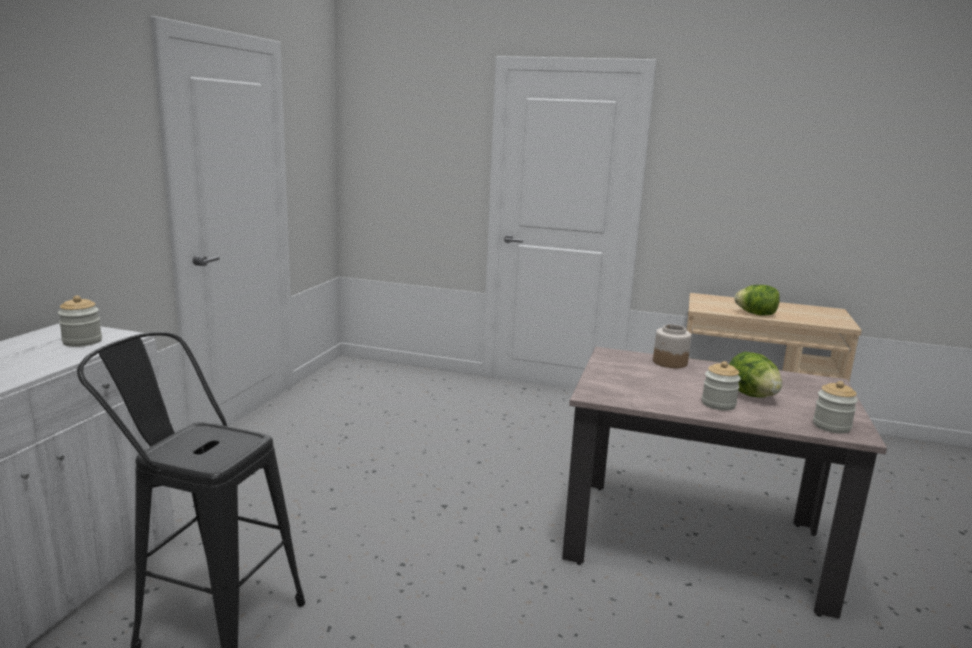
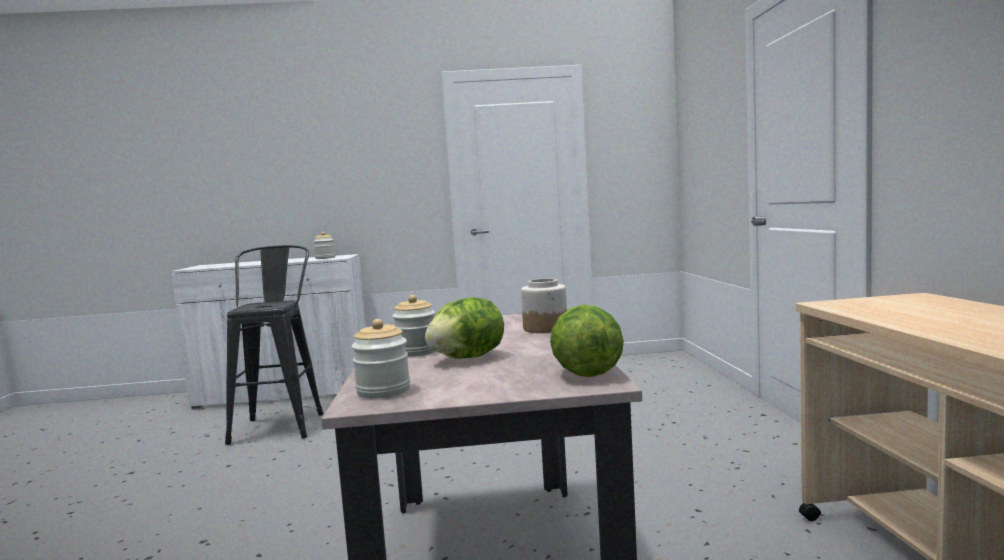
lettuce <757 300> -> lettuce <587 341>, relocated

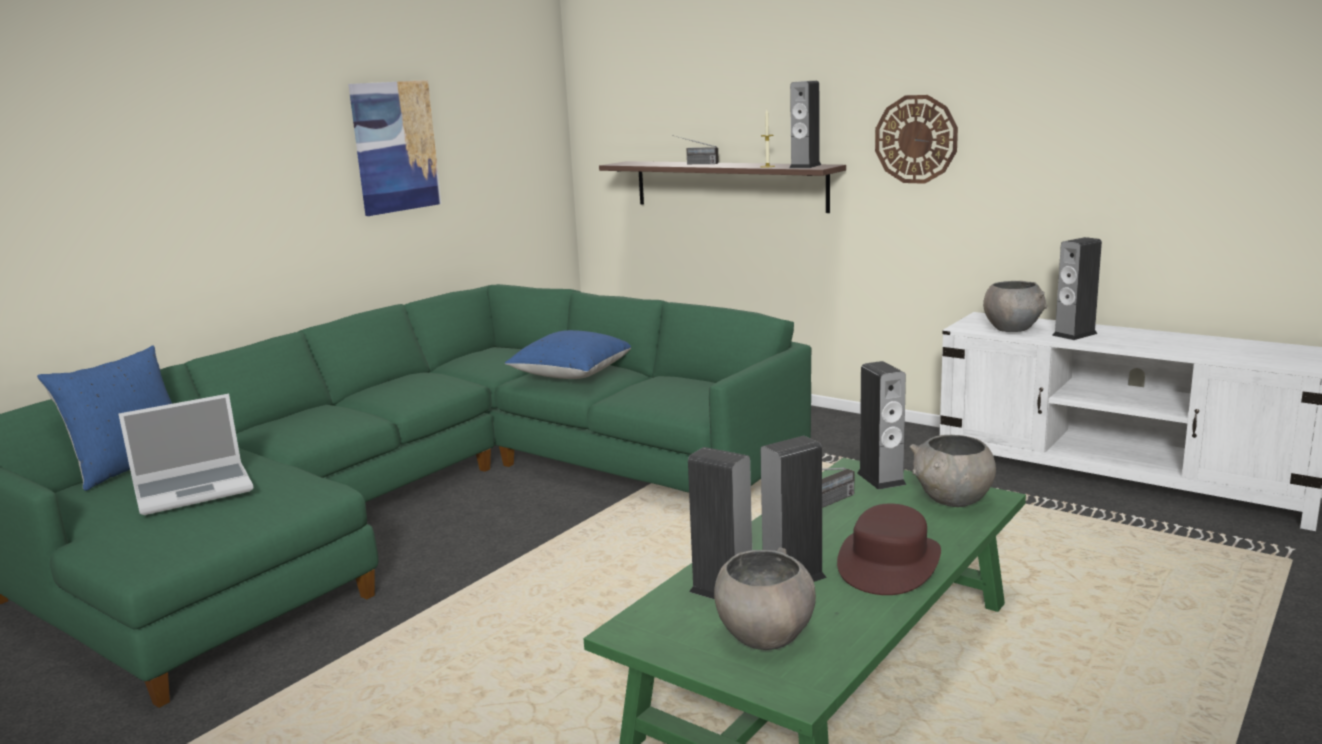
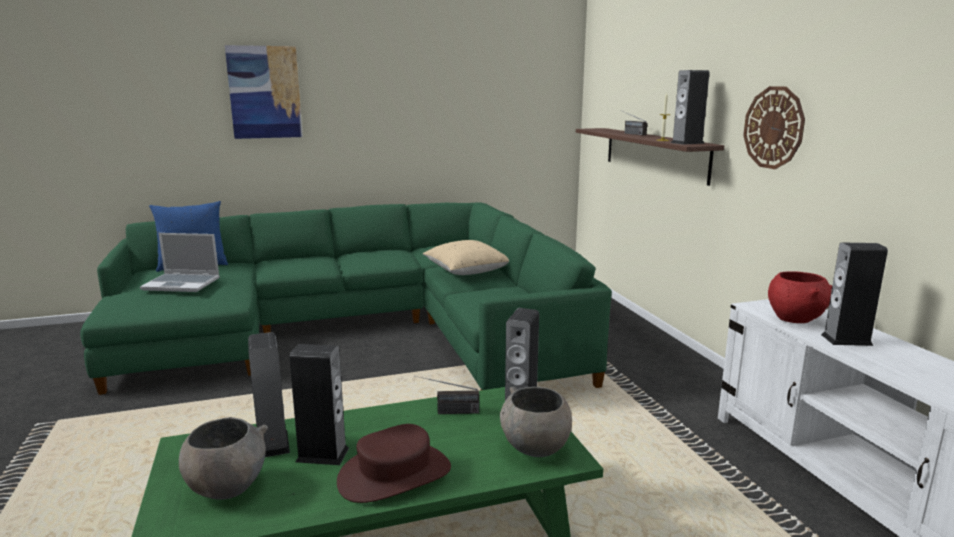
wall picture <394 148> -> wall picture <264 92>, relocated
gray serving bowl <1015 306> -> red-coloured serving bowl <800 297>
blue pillow <568 354> -> beige-coloured pillow <466 257>

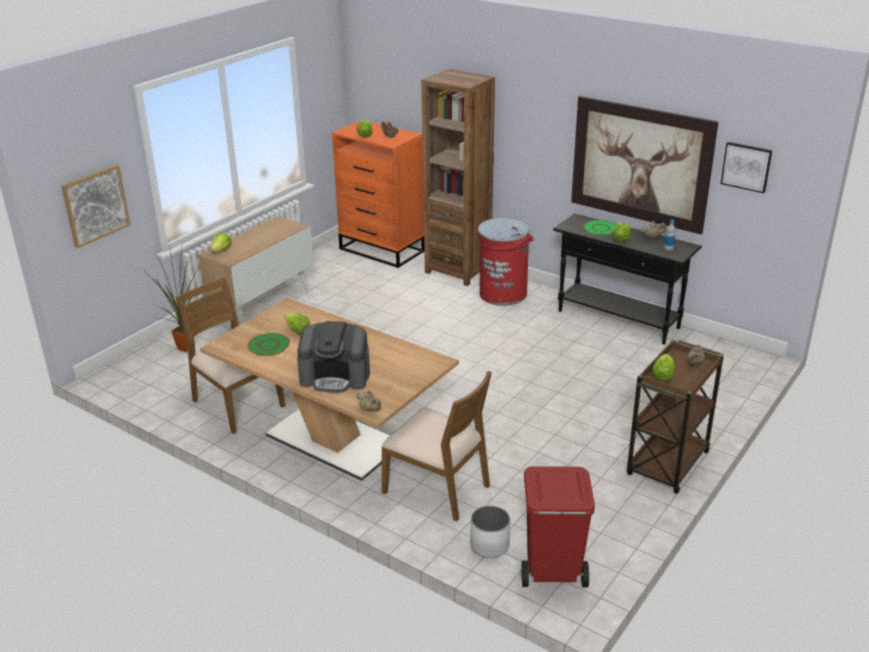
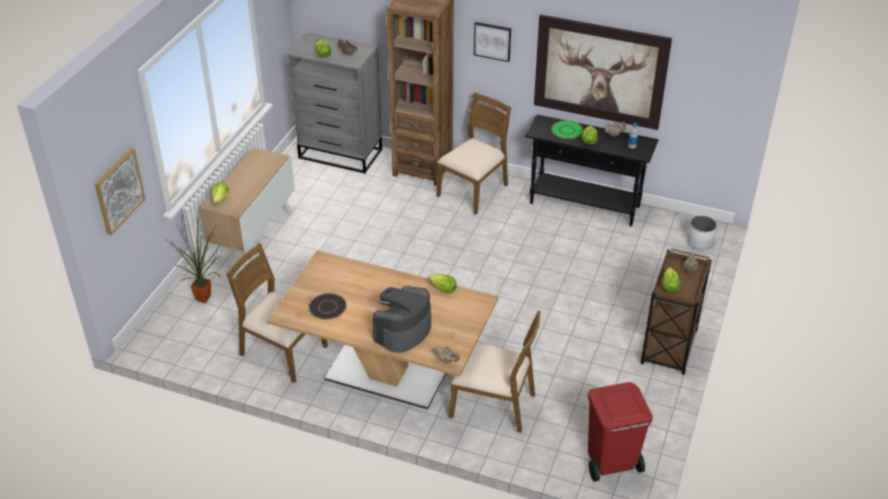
orange-coloured dresser <378 194> -> gray dresser <335 103>
wall picture <746 167> -> wall picture <492 42>, relocated
red-coloured trash can <506 262> -> brown upright chair <473 153>
lettuce <297 323> -> lettuce <442 283>, relocated
coffee maker <333 356> -> coffee maker <401 319>, 135 degrees clockwise
greenish plate <268 344> -> blackish plate <328 306>
white-coloured plant pot <490 532> -> white-coloured plant pot <702 233>, relocated

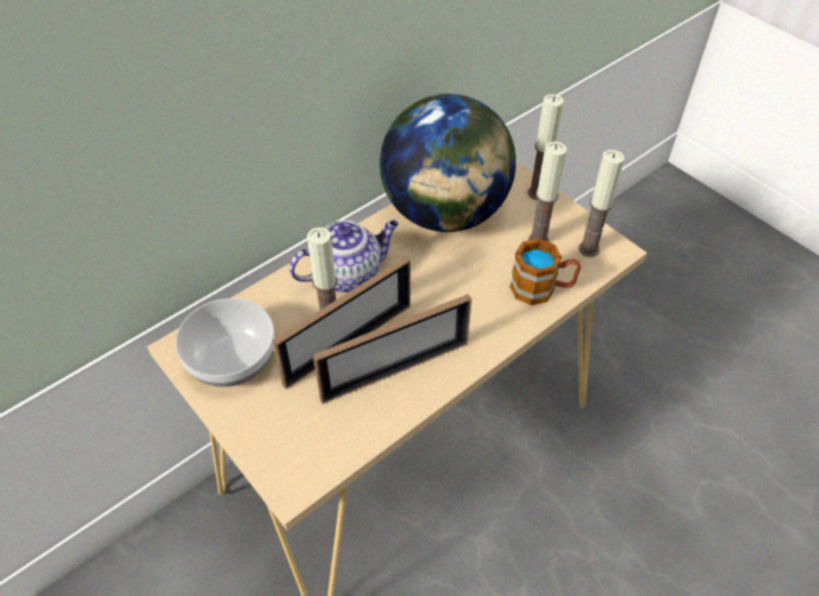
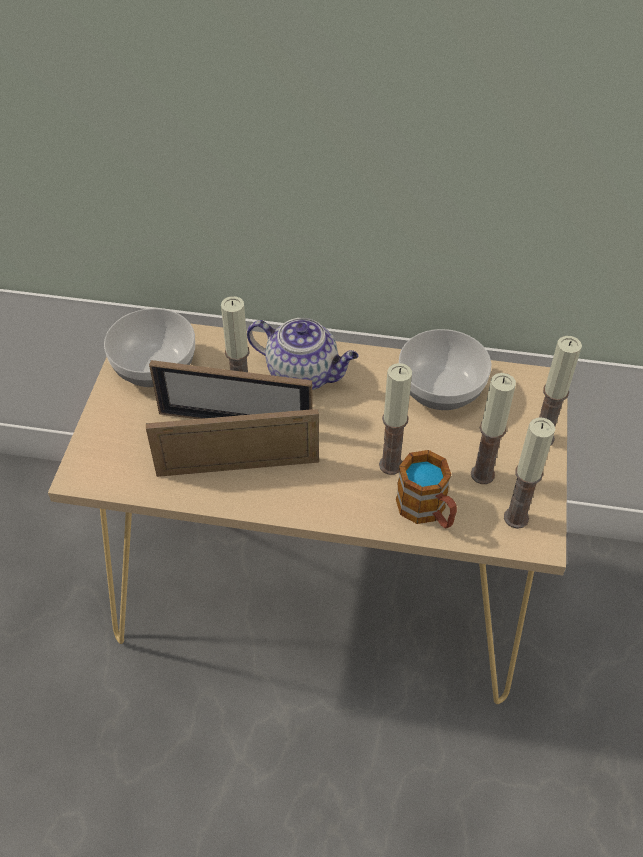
world globe <448 163> -> serving bowl <445 369>
picture frame <392 349> -> picture frame <232 443>, 150 degrees clockwise
none -> wax candle <395 419>

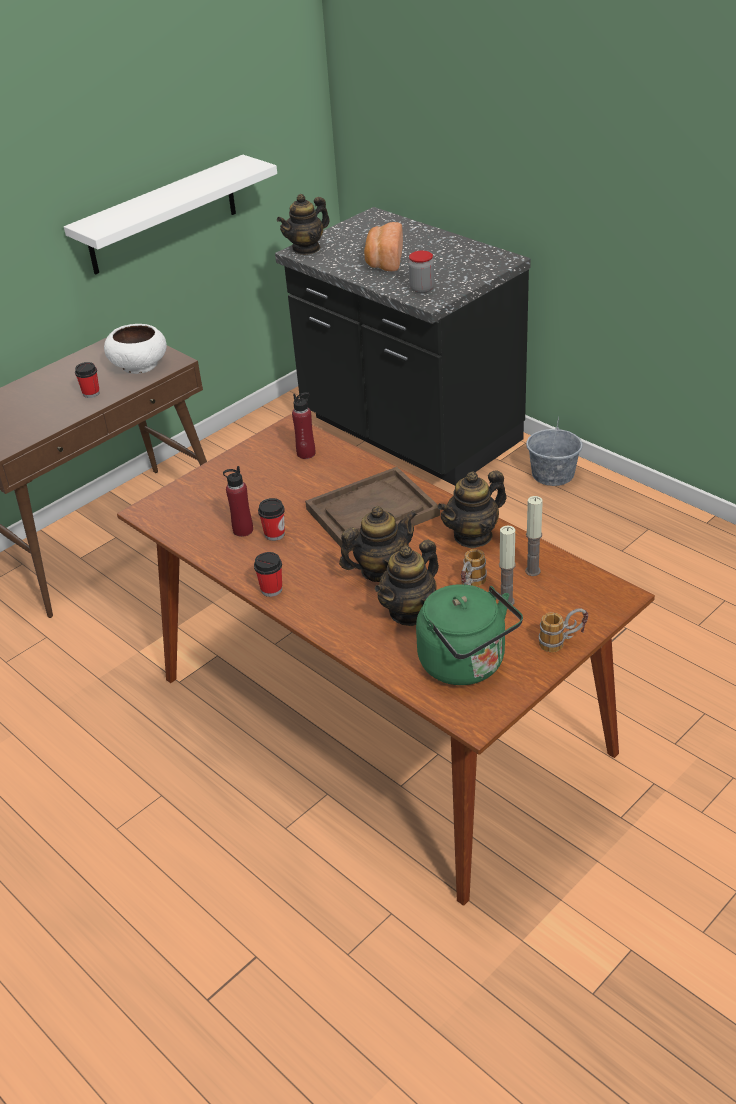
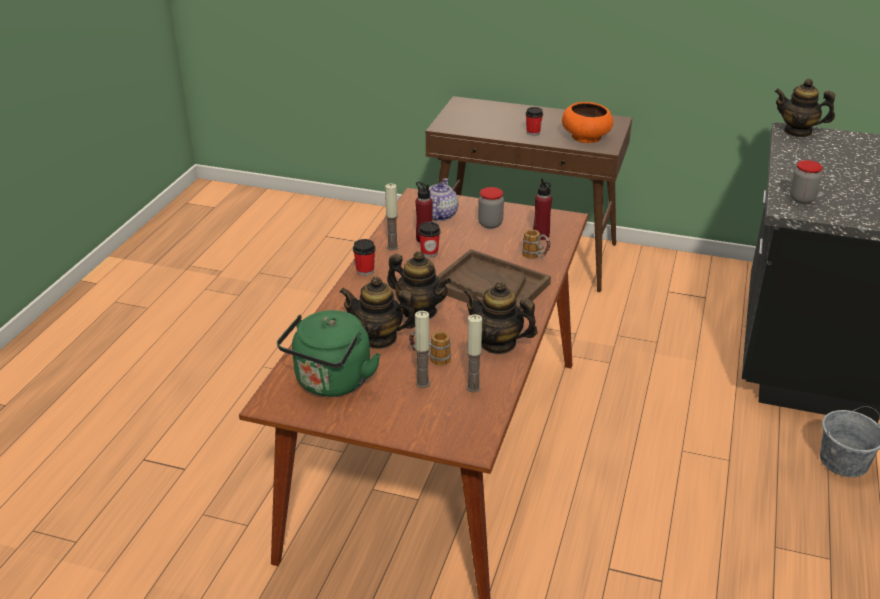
white-coloured shelf <170 215> -> none
bread <383 246> -> none
white-coloured serving bowl <135 349> -> orange-coloured serving bowl <587 122>
coffee mug <563 630> -> coffee mug <536 244>, relocated
none -> pot for tea <443 199>
none -> wax candle <392 216>
none -> jar <491 208>

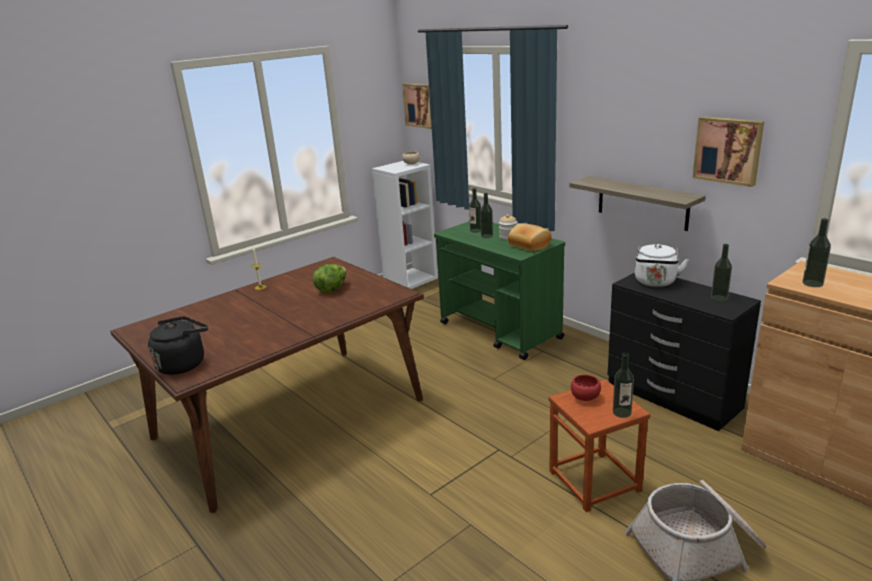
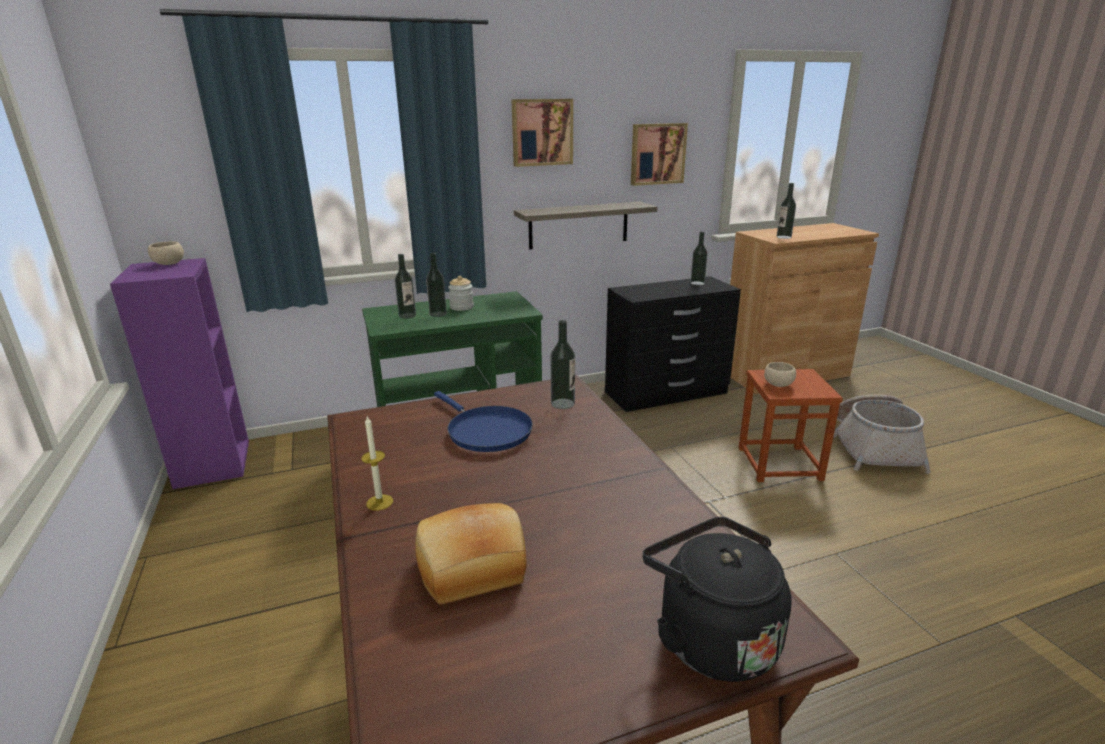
wall picture <417 106> -> wall picture <542 133>, relocated
white-coloured bookshelf <405 225> -> purple-coloured bookshelf <179 373>
bread <530 237> -> bread <470 553>, relocated
white-coloured kettle <662 265> -> none
lettuce <329 278> -> blue pan <483 421>
beverage bottle <623 385> -> beverage bottle <562 364>, relocated
red-coloured serving bowl <586 388> -> beige-coloured serving bowl <780 374>

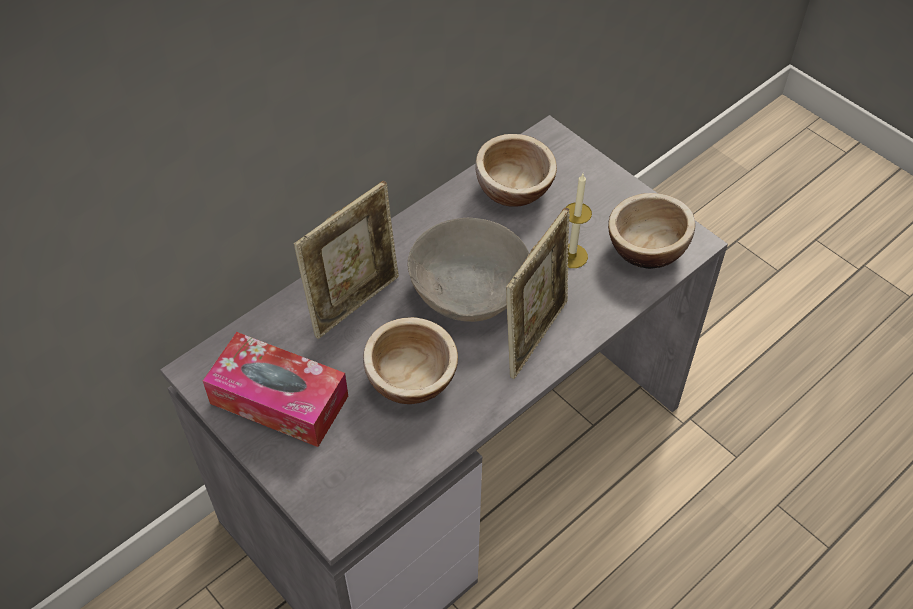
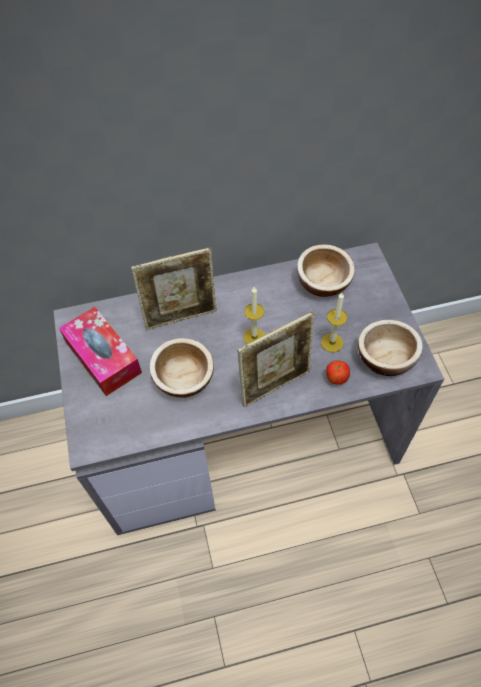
gray serving bowl <468 270> -> wax candle <254 315>
none -> whole apple <338 372>

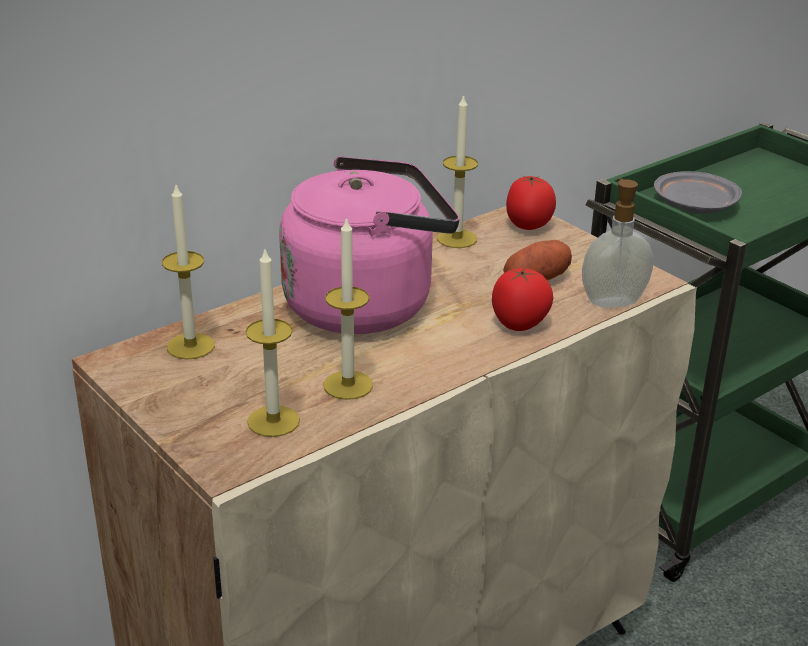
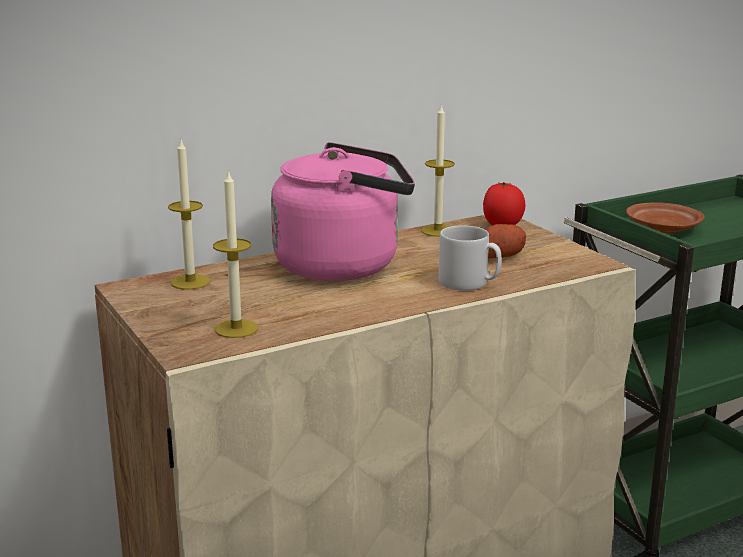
gray plate <698 192> -> brown plate <665 218>
soap dispenser <617 243> -> none
wax candle <348 308> -> none
tomato <523 299> -> gray coffee mug <470 258>

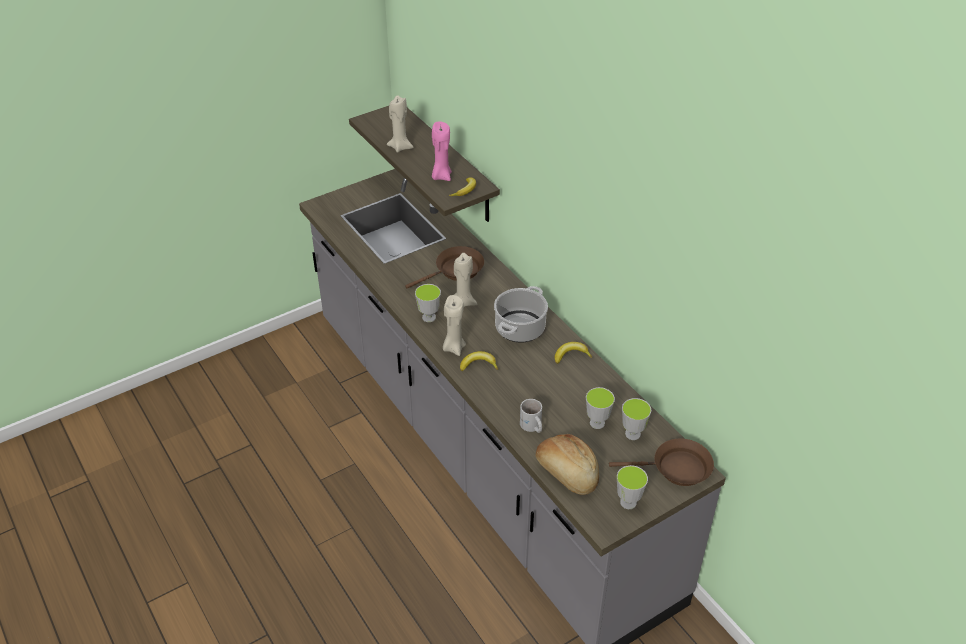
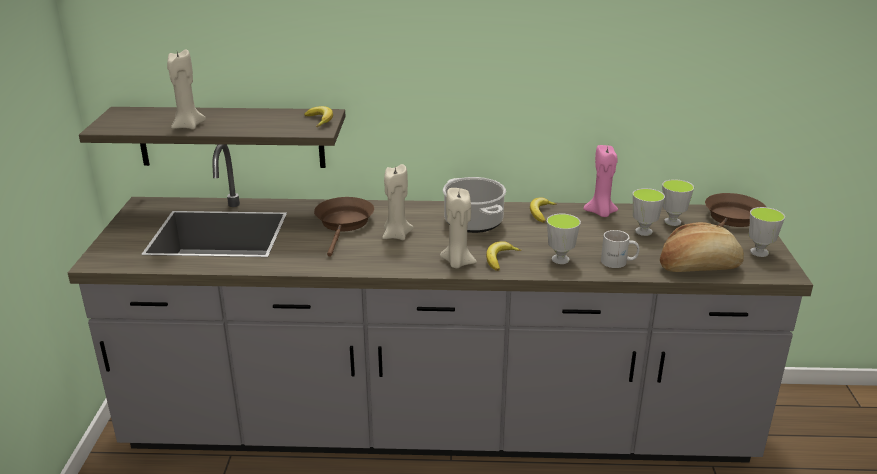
pink-coloured wax candle <442 151> -> pink-coloured wax candle <600 181>, relocated
cup <428 303> -> cup <564 239>, relocated

